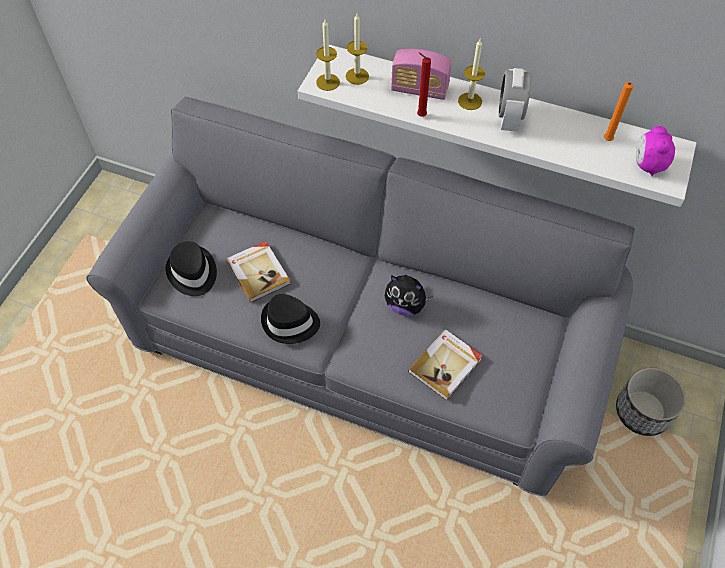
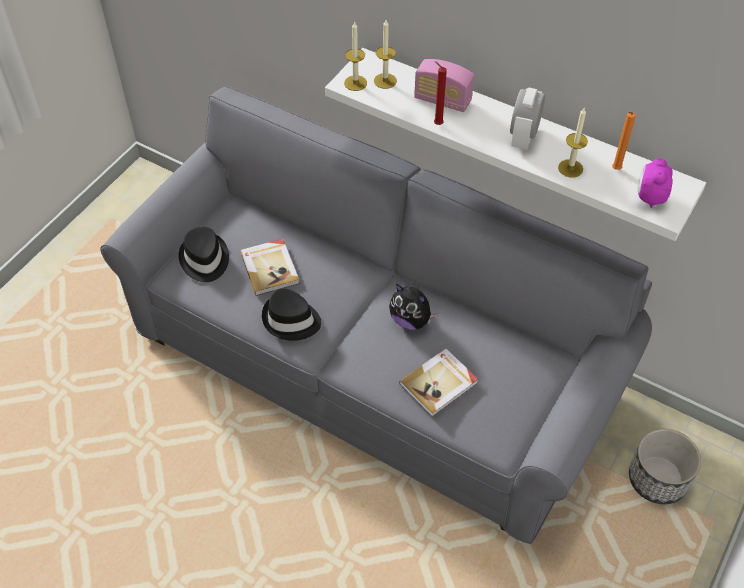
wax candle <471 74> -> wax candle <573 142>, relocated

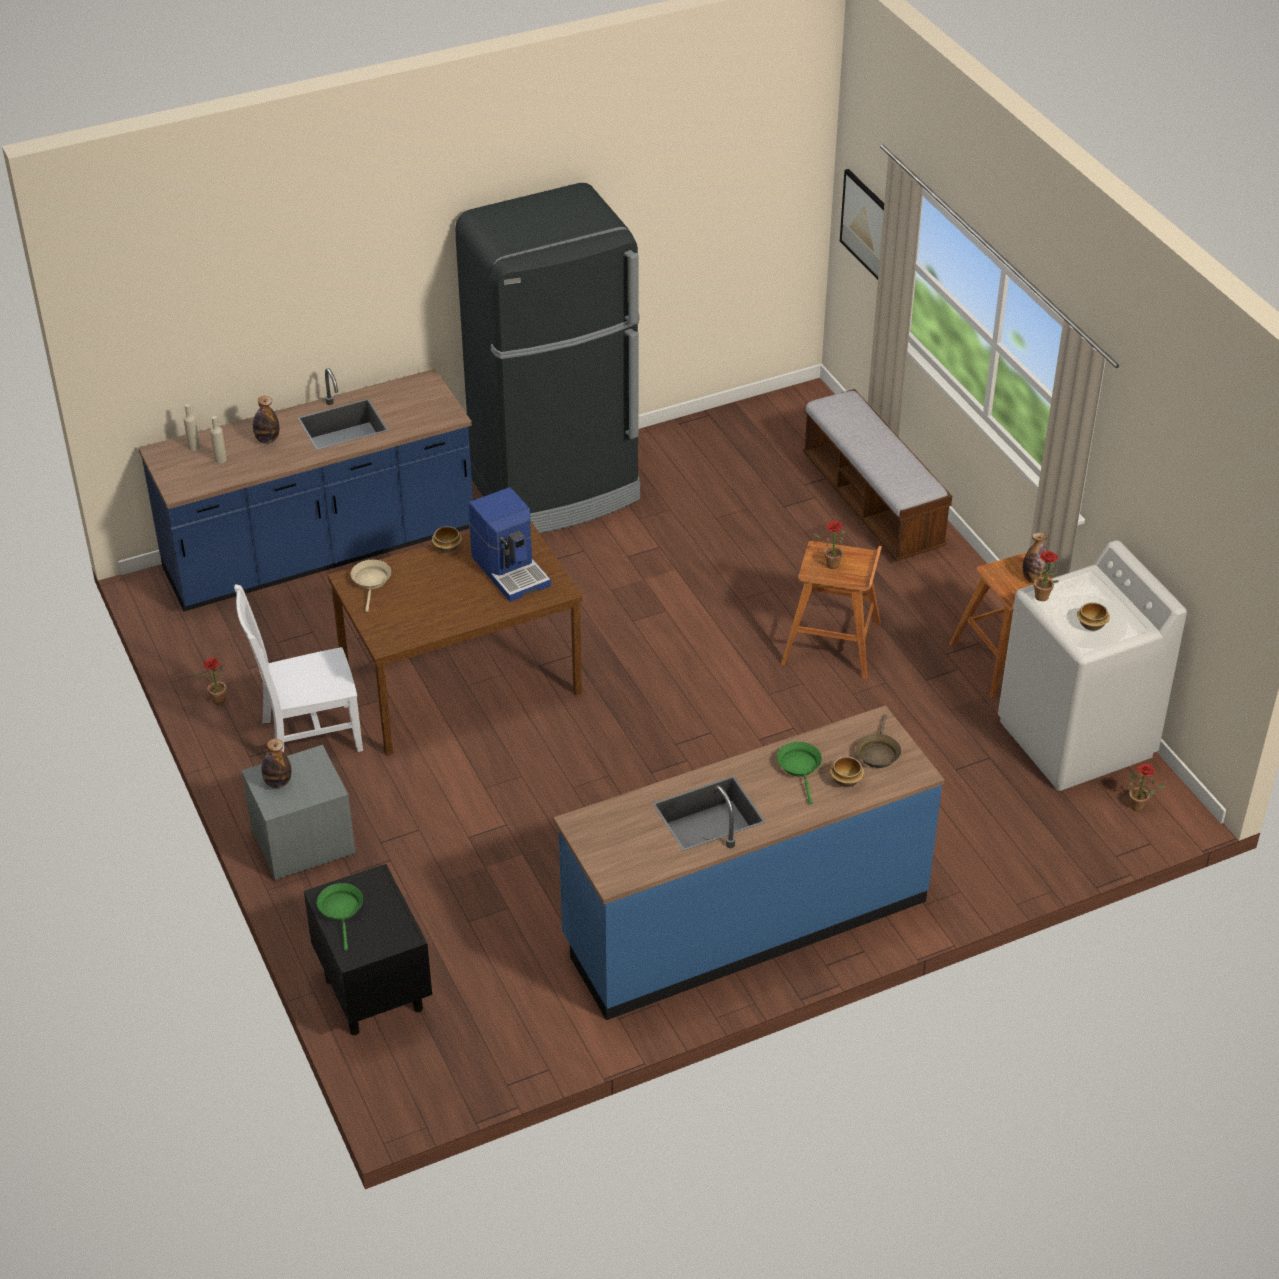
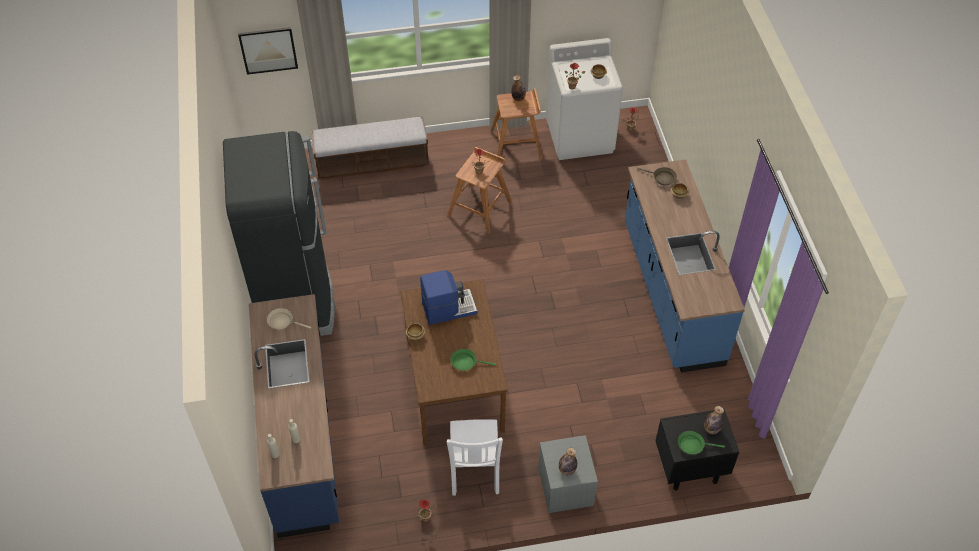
beverage bottle <266 420> -> beverage bottle <714 420>, relocated
beige-coloured pan <371 586> -> beige-coloured pan <289 319>, relocated
greenish pan <799 773> -> greenish pan <473 360>, relocated

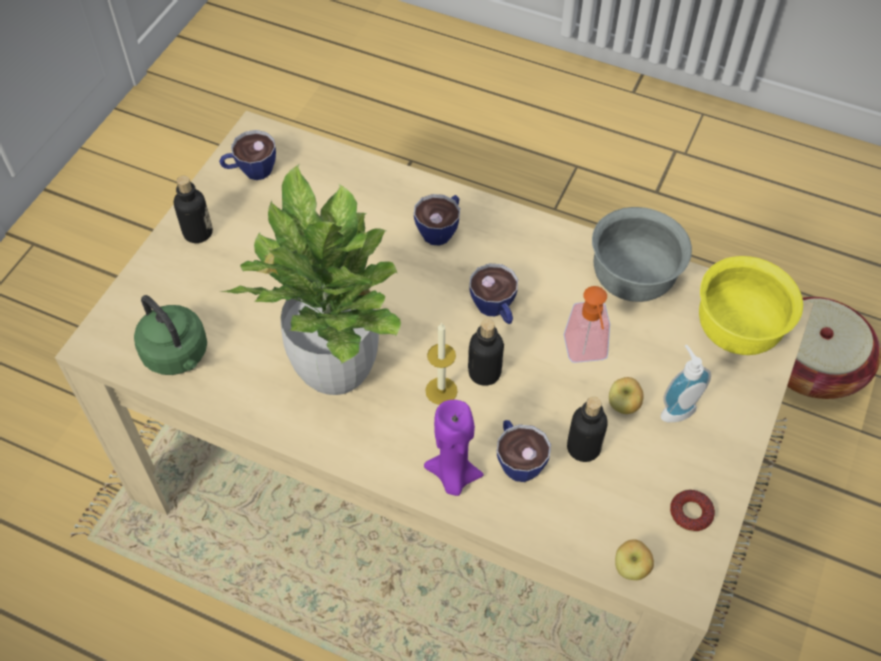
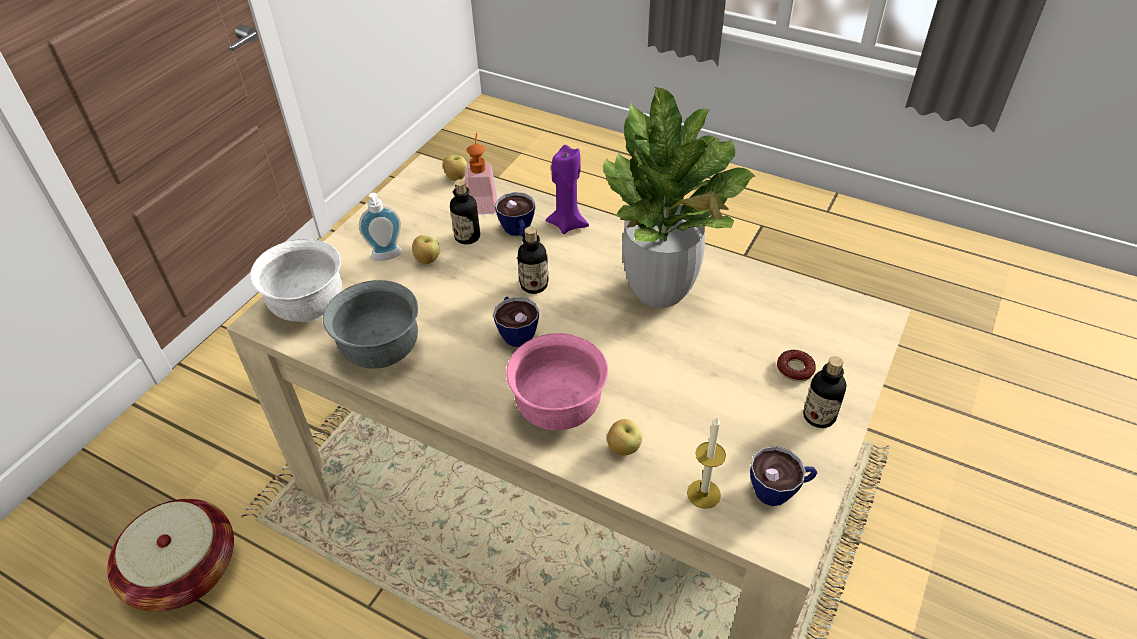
cup <437 220> -> pink-coloured serving bowl <557 381>
yellow serving bowl <751 305> -> white-coloured serving bowl <296 280>
soap dispenser <587 324> -> soap dispenser <481 173>, relocated
greenish kettle <170 335> -> none
wax candle <441 363> -> wax candle <706 463>, relocated
donut <692 511> -> donut <796 366>, relocated
none -> whole apple <624 437>

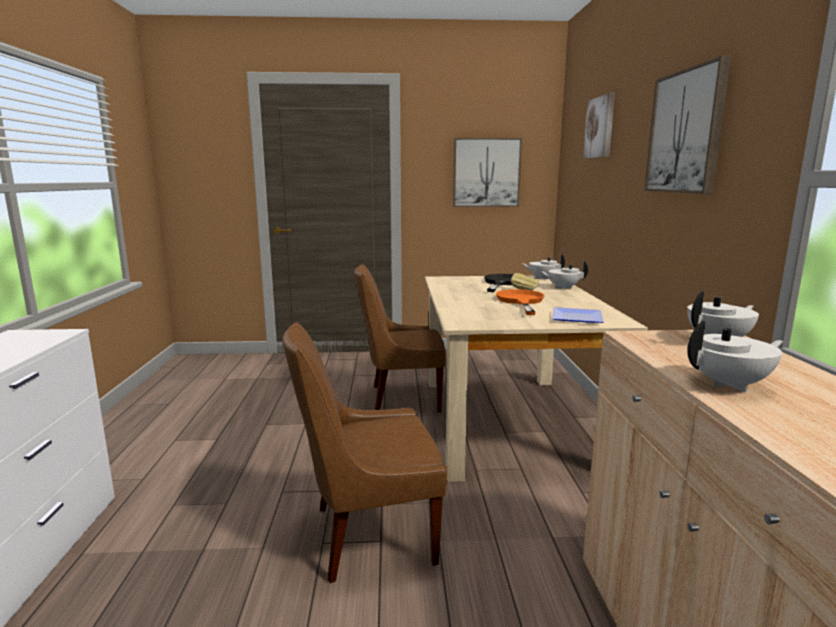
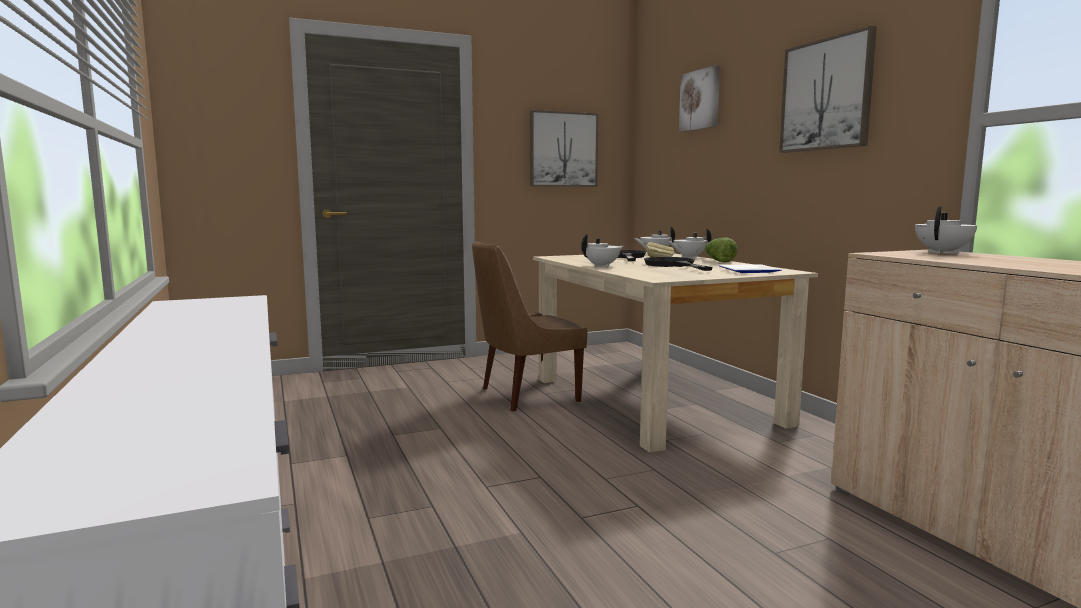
orange-coloured pan <520 302> -> blackish pan <678 264>
white-coloured pot for tea <735 357> -> white-coloured pot for tea <602 250>, relocated
brown upright chair <364 452> -> none
none -> lettuce <721 250>

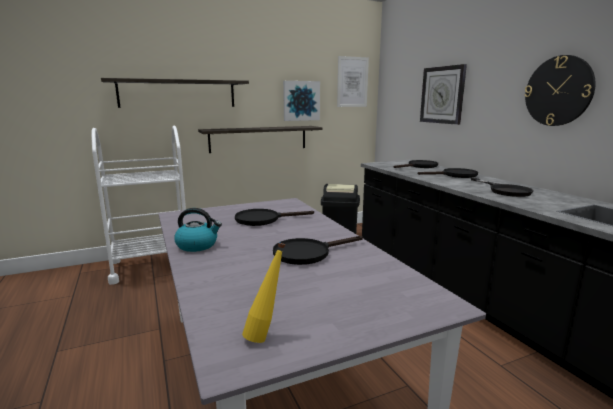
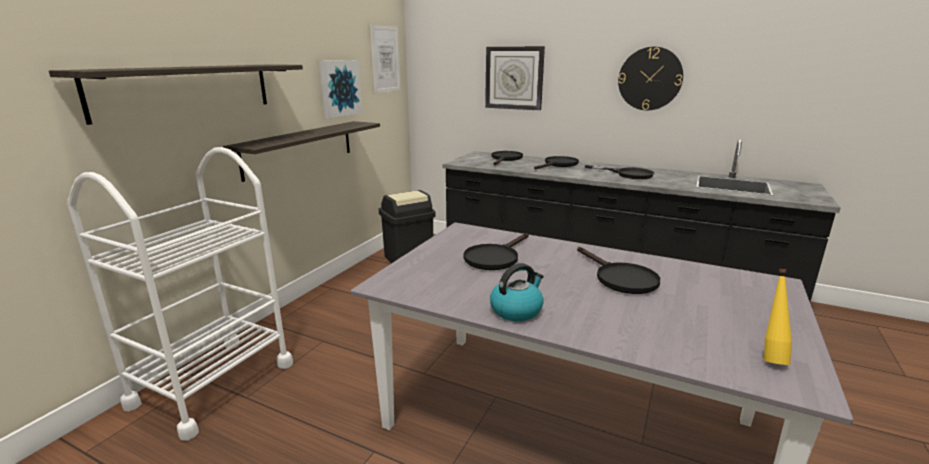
blackish pan <318 250> -> blackish pan <618 270>, 45 degrees counterclockwise

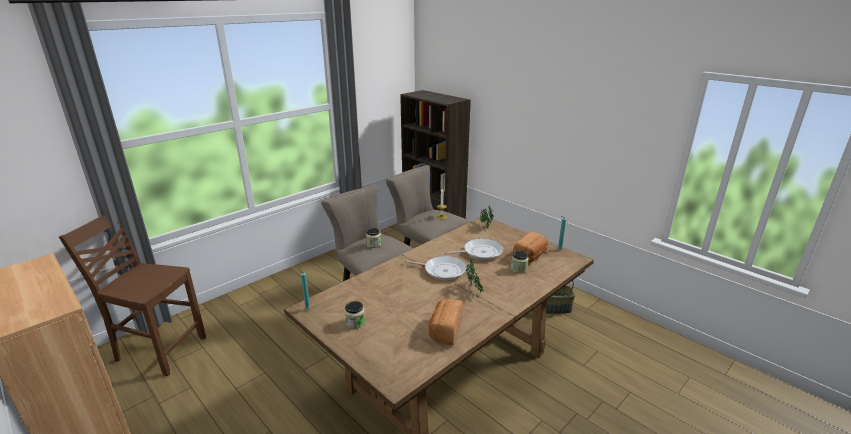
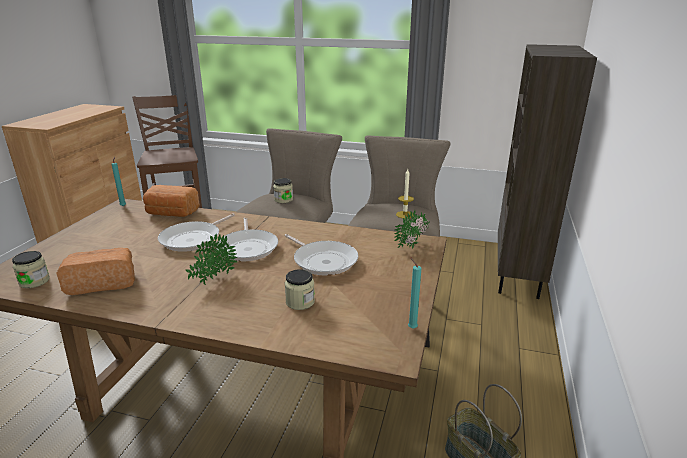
bread <530 247> -> bread <171 201>, relocated
jar <355 315> -> jar <31 269>, relocated
none -> pan <196 233>

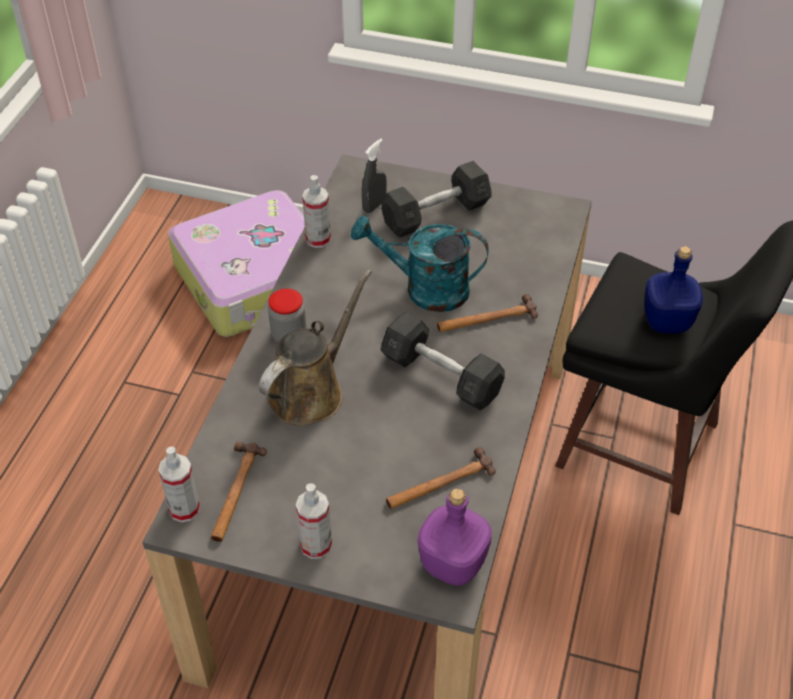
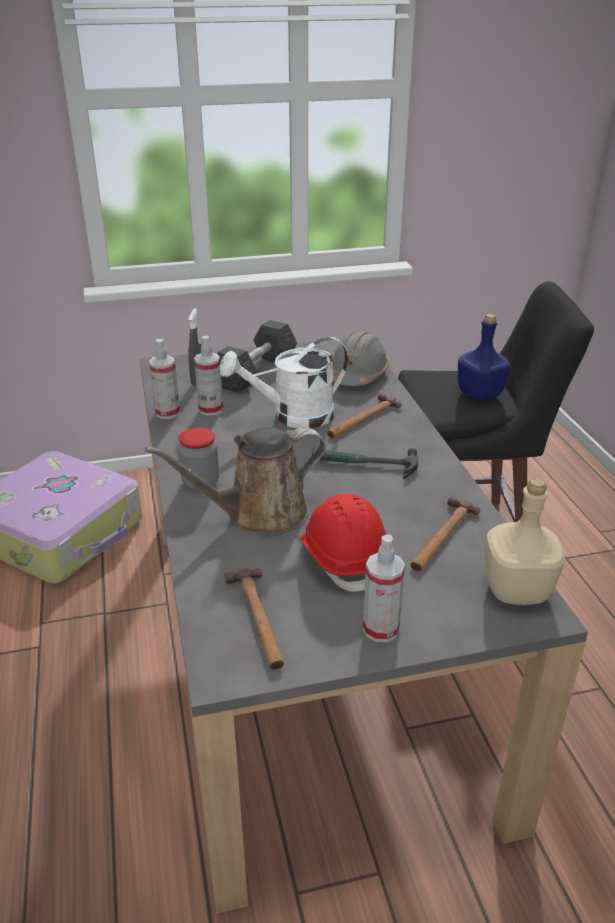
turquoise-coloured sprinkling can <420 263> -> white-coloured sprinkling can <284 383>
brown sprinkling can <315 348> -> brown sprinkling can <235 480>, 120 degrees counterclockwise
gray dumbbell <443 361> -> hammer <365 463>
sprayer <179 484> -> sprayer <208 375>, relocated
purple-coloured beverage bottle <455 537> -> beige-coloured beverage bottle <525 541>
none -> gray work helmet <360 358>
none -> red-coloured work helmet <344 542>

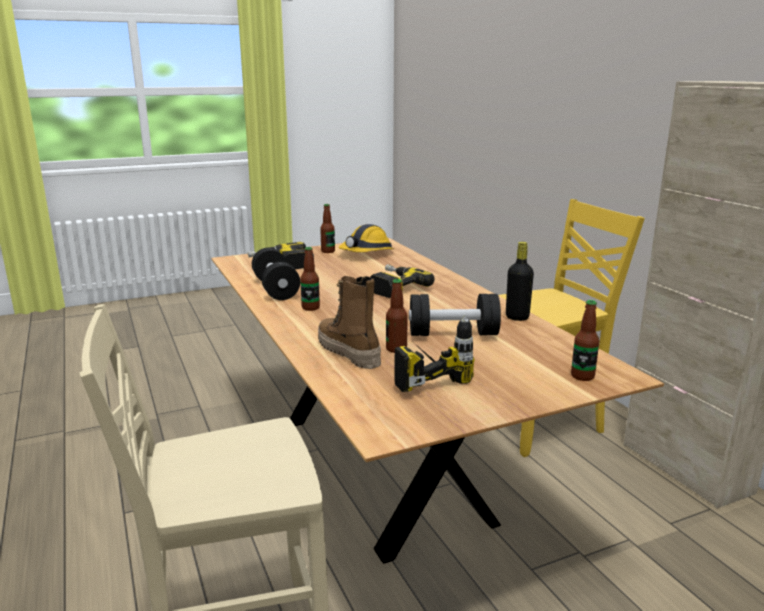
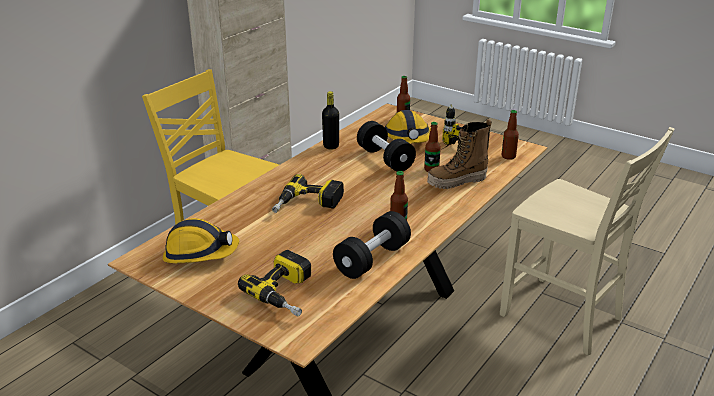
beverage bottle <327 228> -> beverage bottle <510 135>, relocated
boot <349 322> -> boot <459 154>, 45 degrees clockwise
none -> work helmet <408 126>

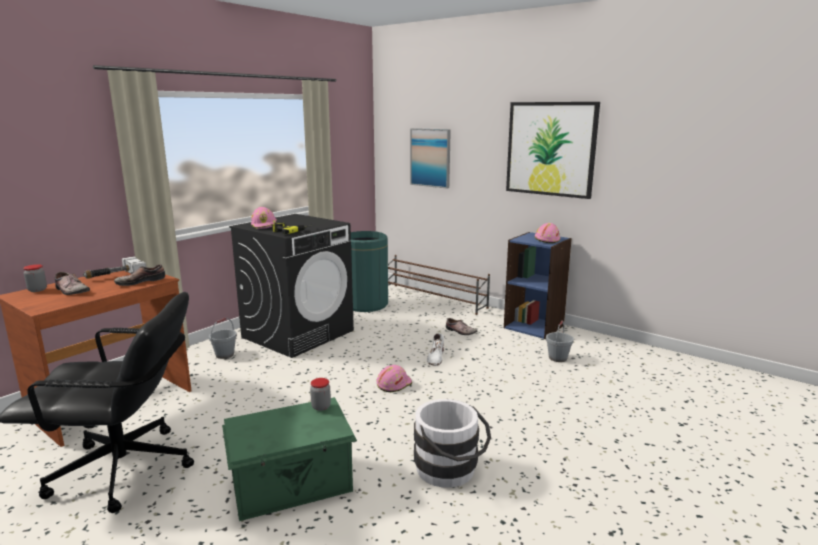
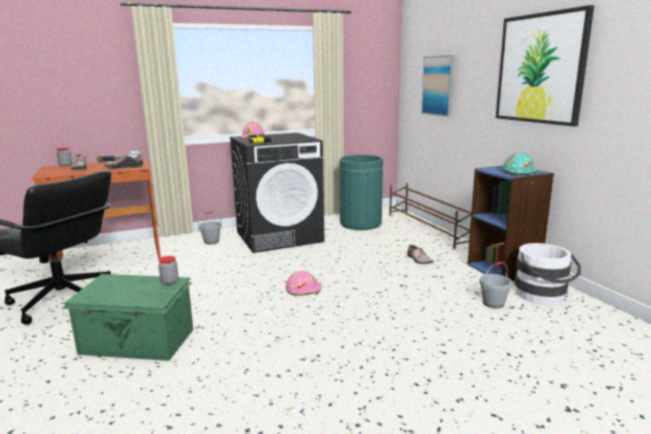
pink-coloured work helmet <548 233> -> turquoise-coloured work helmet <519 164>
white-coloured boot <435 349> -> none
white-coloured water bucket <452 443> -> white-coloured water bucket <547 274>, relocated

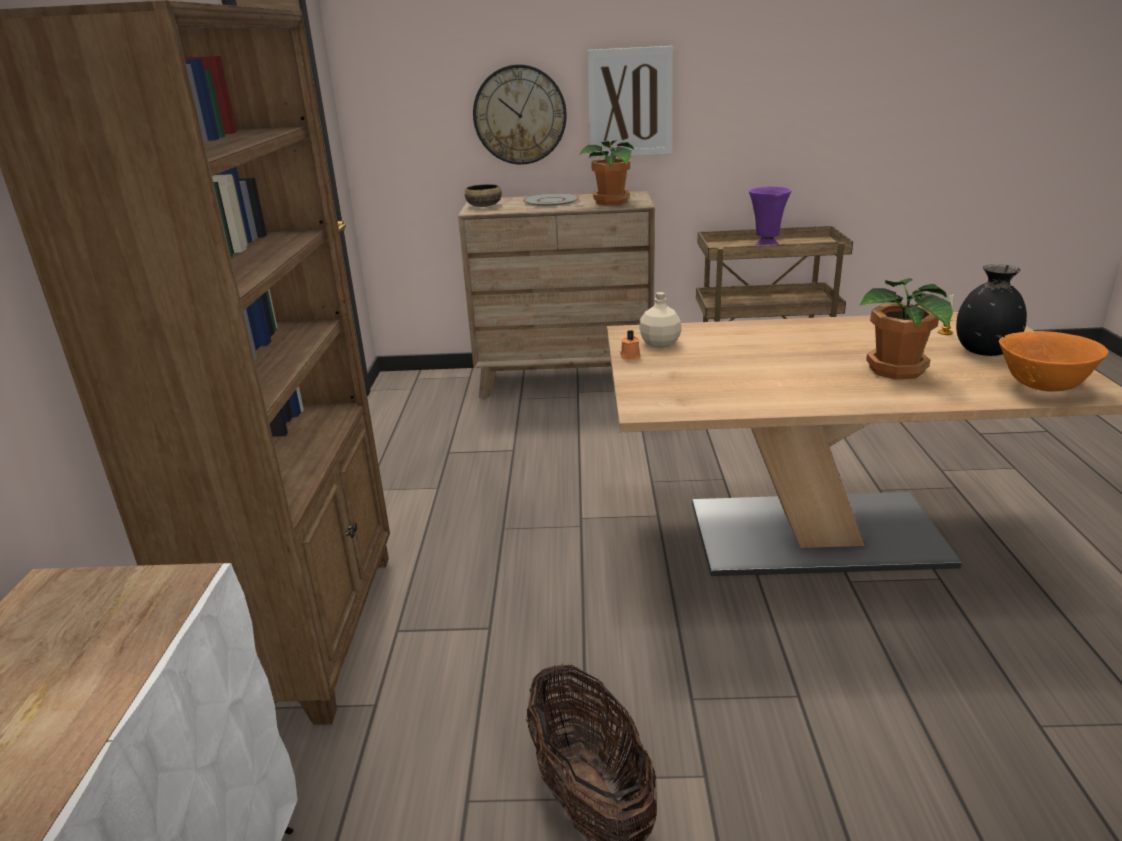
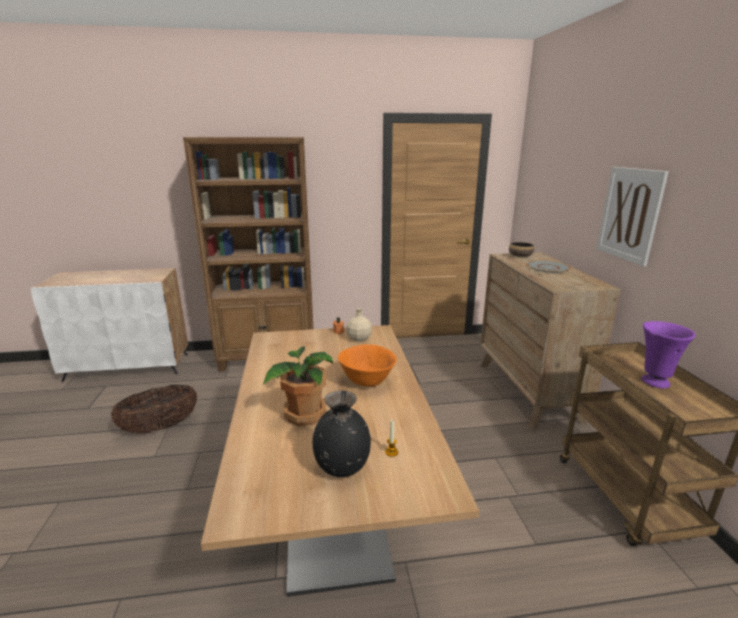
clock on the wall <520 114> -> none
potted plant <606 173> -> none
orange-coloured serving bowl <1053 361> -> orange-coloured serving bowl <367 365>, relocated

